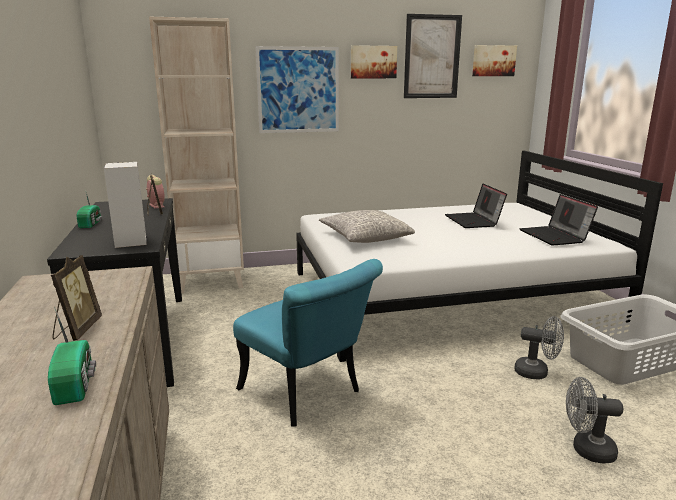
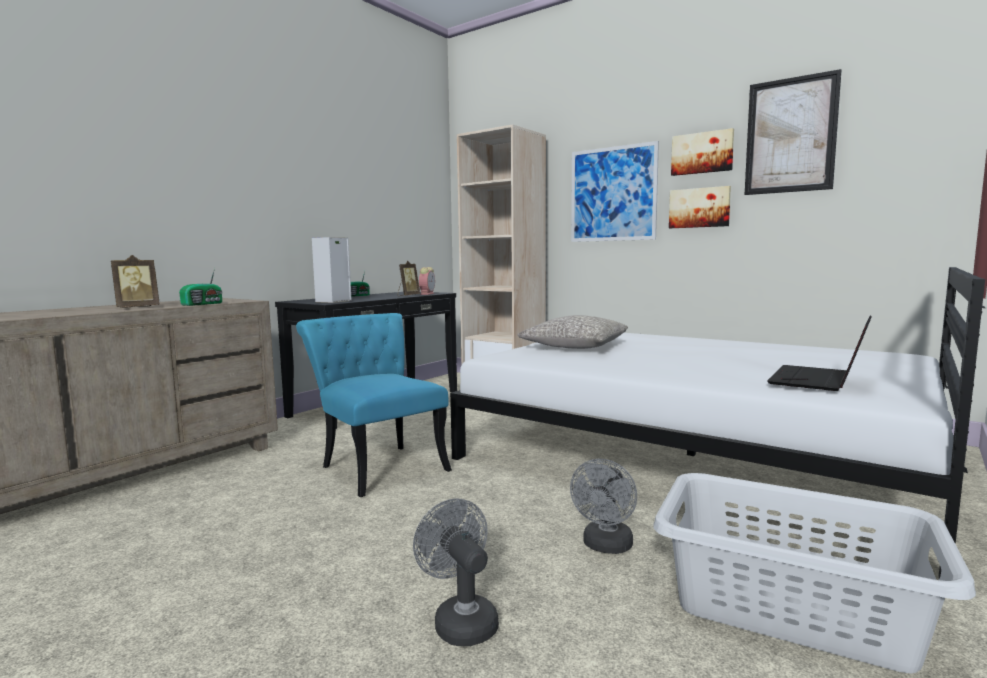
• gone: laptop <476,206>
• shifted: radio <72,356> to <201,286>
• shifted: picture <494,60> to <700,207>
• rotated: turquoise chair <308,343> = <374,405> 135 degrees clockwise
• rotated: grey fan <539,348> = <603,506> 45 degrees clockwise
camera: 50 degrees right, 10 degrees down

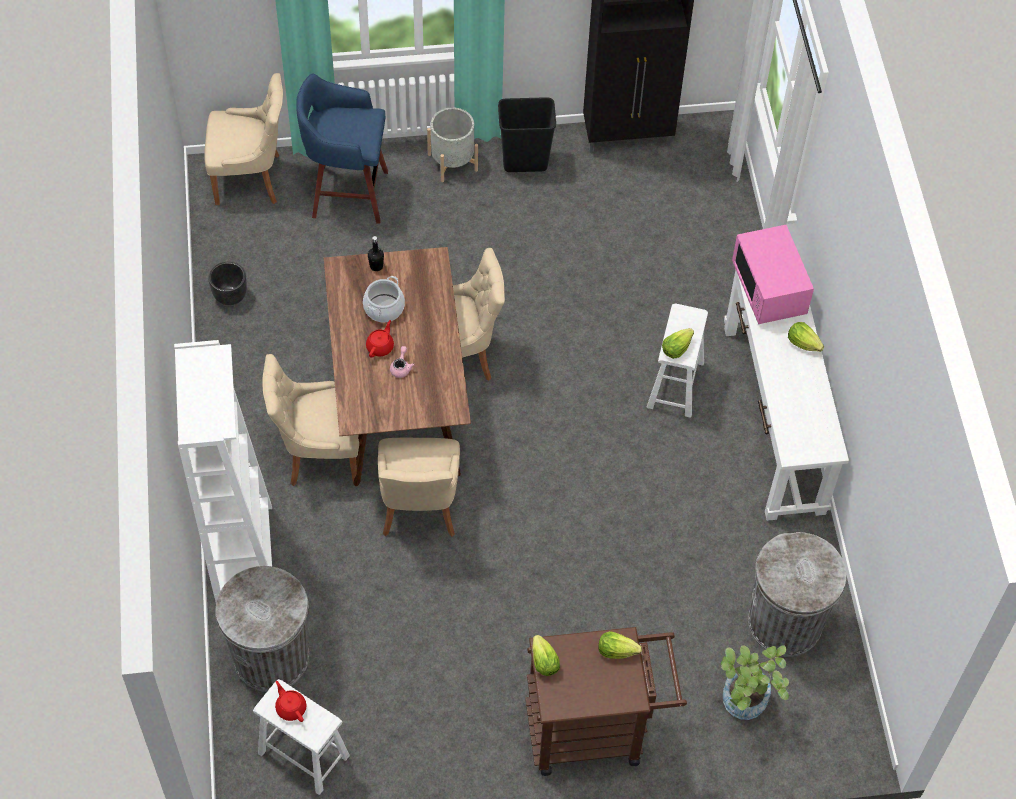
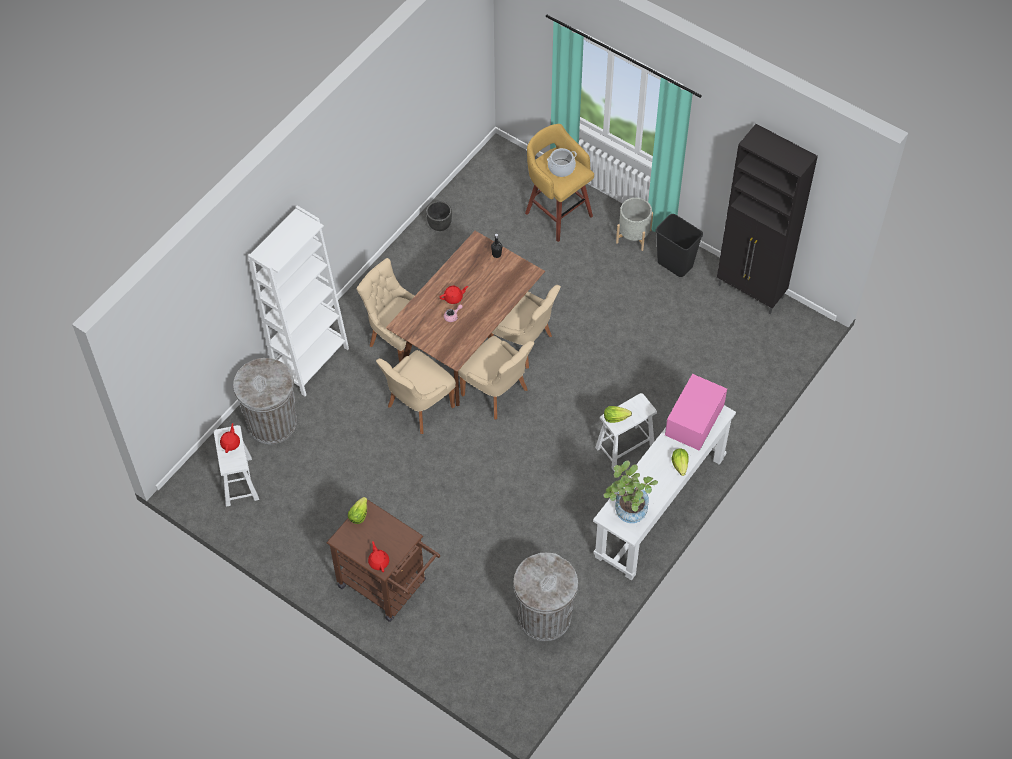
• gone: lettuce <620,645>
• new: red teapot <378,556>
• shifted: beige chair <243,139> to <496,377>
• shifted: cooking pot <384,299> to <562,162>
• shifted: potted plant <755,682> to <631,492>
• repainted: blue stool <342,148> to yellow stool <559,183>
camera: 45 degrees right, 0 degrees up

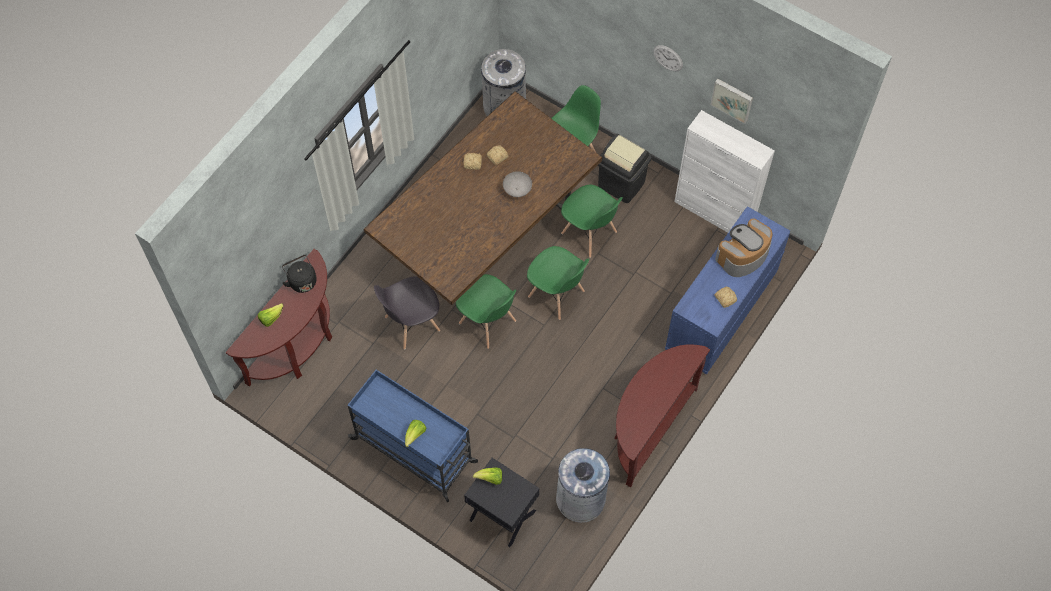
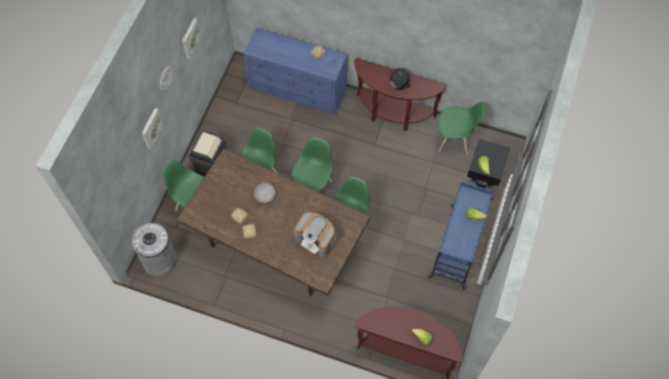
• gone: grey chair <407,313>
• gone: white cabinet <724,171>
• new: picture <153,128>
• shifted: black kettle <299,274> to <398,79>
• shifted: coffee machine <744,248> to <315,235>
• swapped: grey trash can <583,485> to green chair <461,128>
camera: 105 degrees left, 0 degrees up

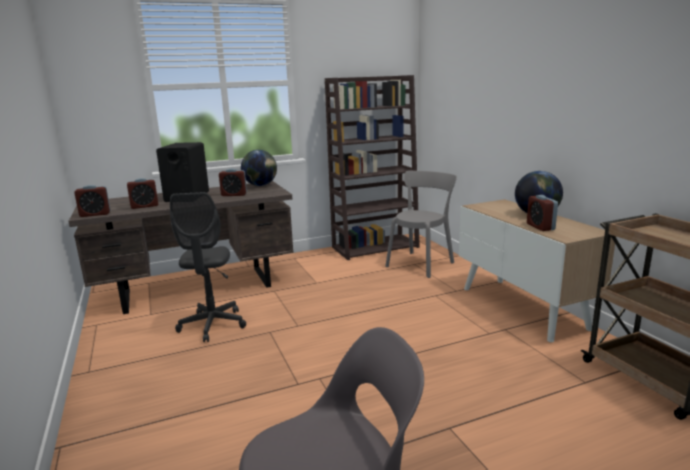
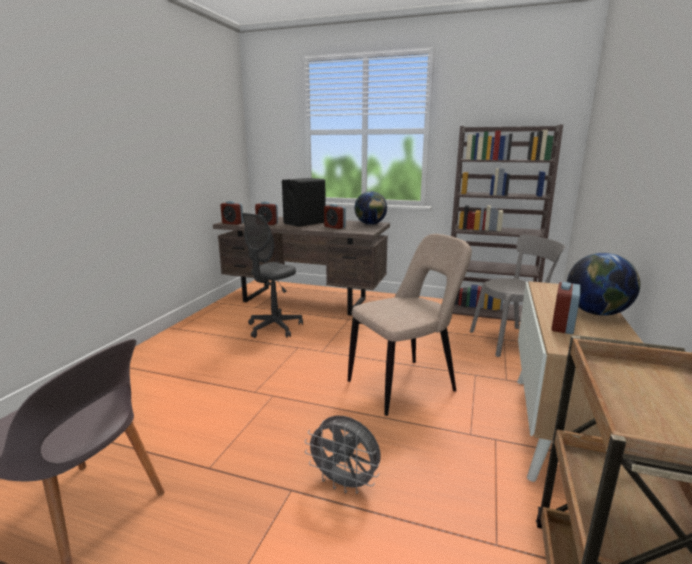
• new: grey fan <342,455>
• new: beige chair <410,325>
camera: 40 degrees right, 0 degrees up

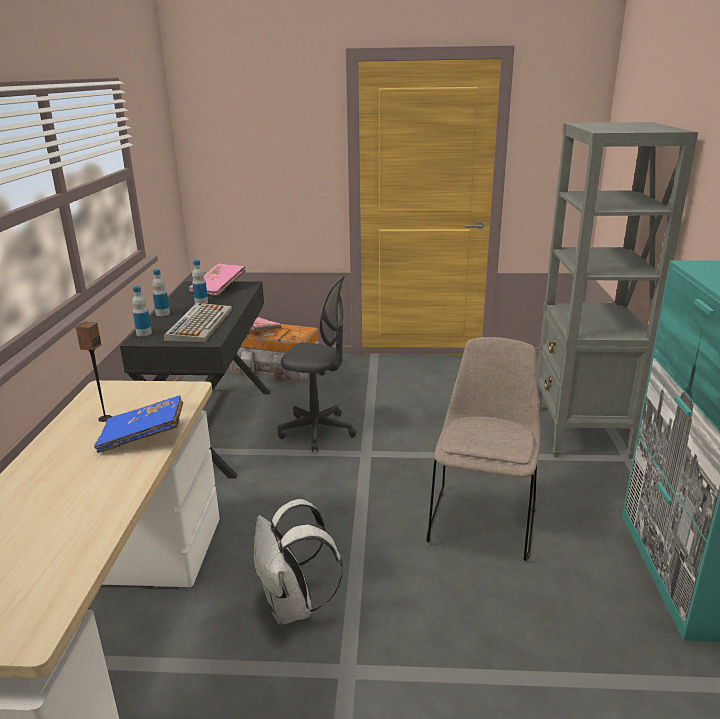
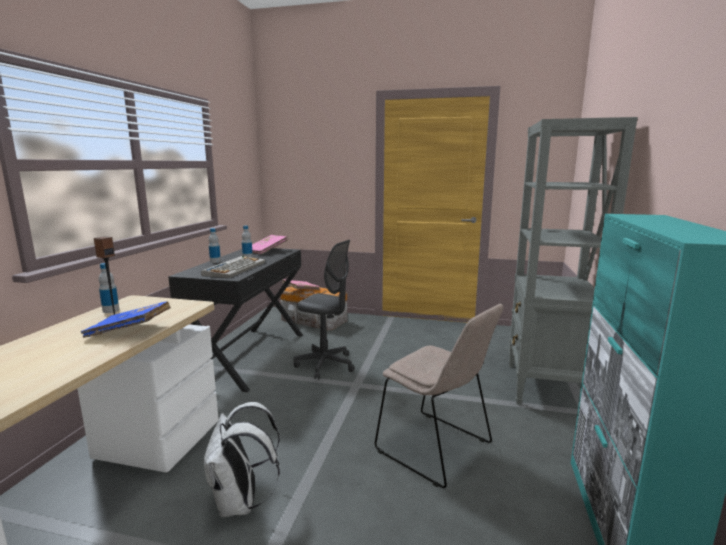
• shifted: bottle <142,311> to <109,288>
• rotated: beige chair <483,449> = <439,396> 105 degrees clockwise
camera: 10 degrees right, 10 degrees down

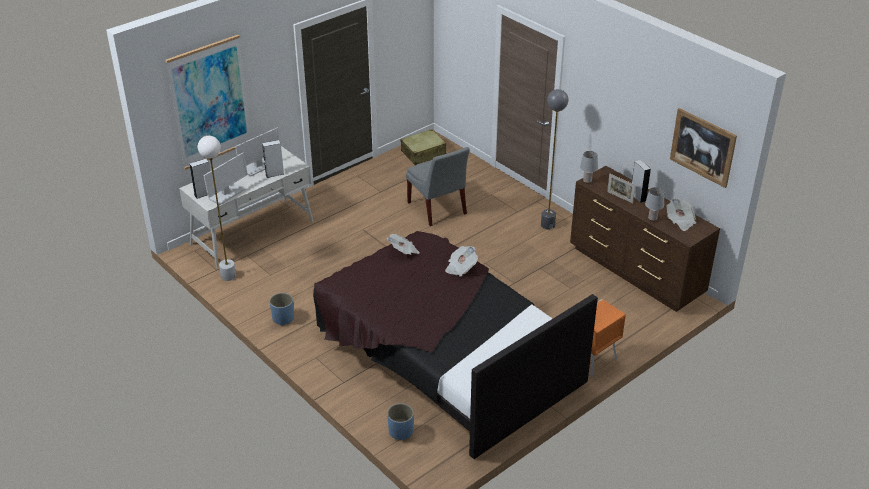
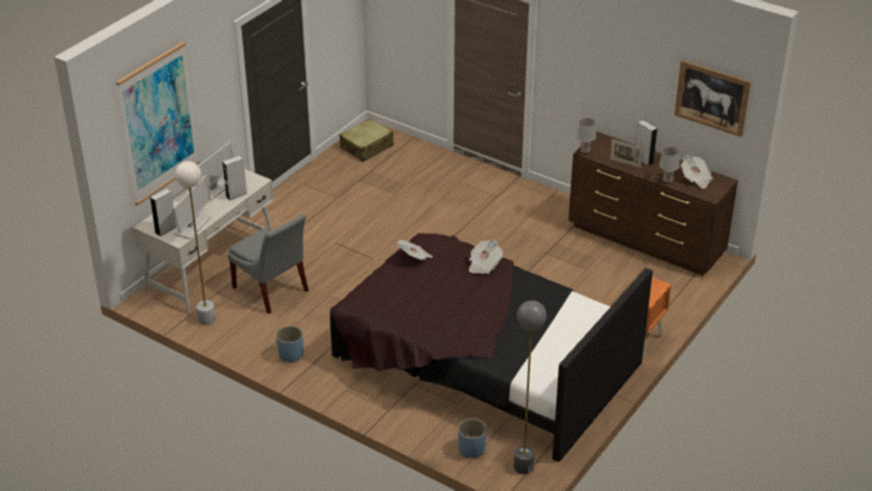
• shifted: grey chair <438,186> to <268,264>
• shifted: grey floor lamp <555,159> to <530,387>
camera: 15 degrees left, 0 degrees up

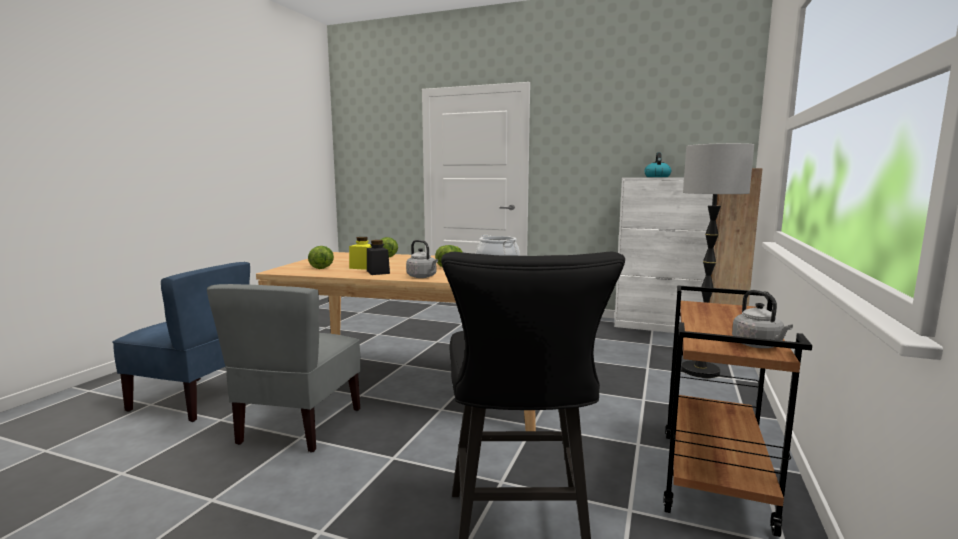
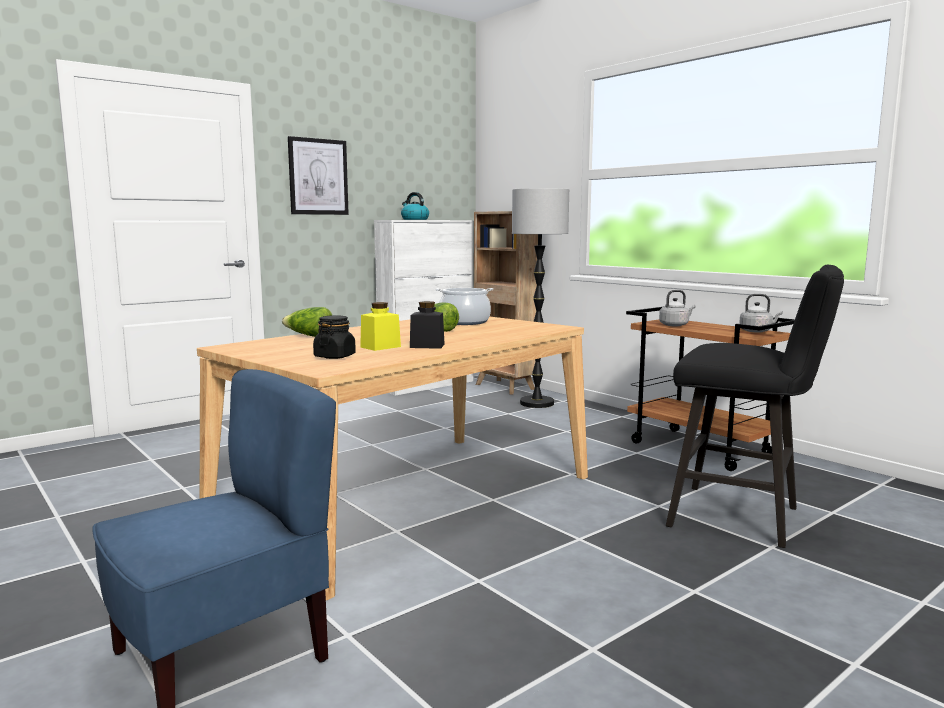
• gone: grey chair <284,368>
• new: picture <318,175>
• shifted: grey kettle <422,259> to <677,308>
• swapped: lettuce <321,257> to black jar <334,337>
camera: 60 degrees left, 0 degrees up

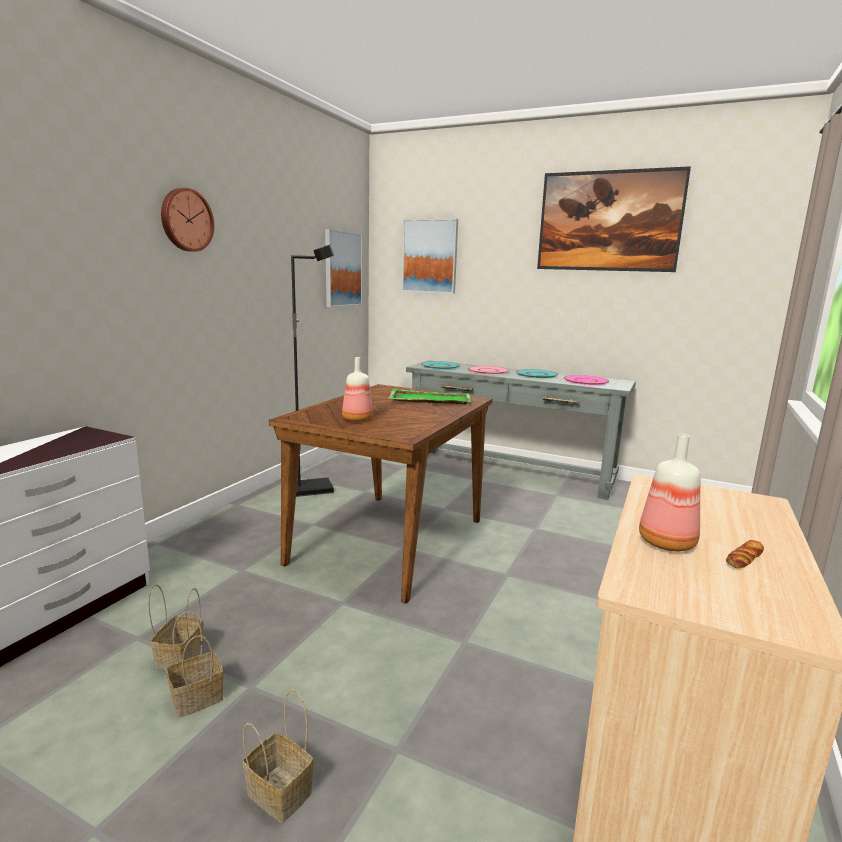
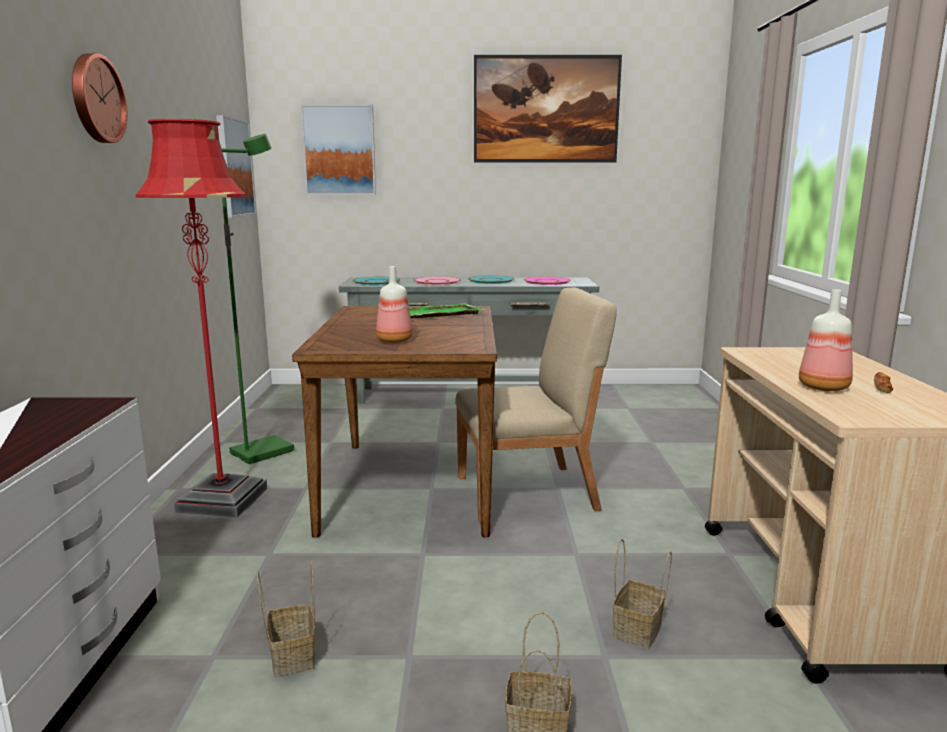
• new: red floor lamp <201,318>
• new: beige chair <536,405>
• shifted: basket <194,665> to <642,594>
• repainted: black floor lamp <313,370> to green floor lamp <257,299>
camera: 25 degrees left, 0 degrees up

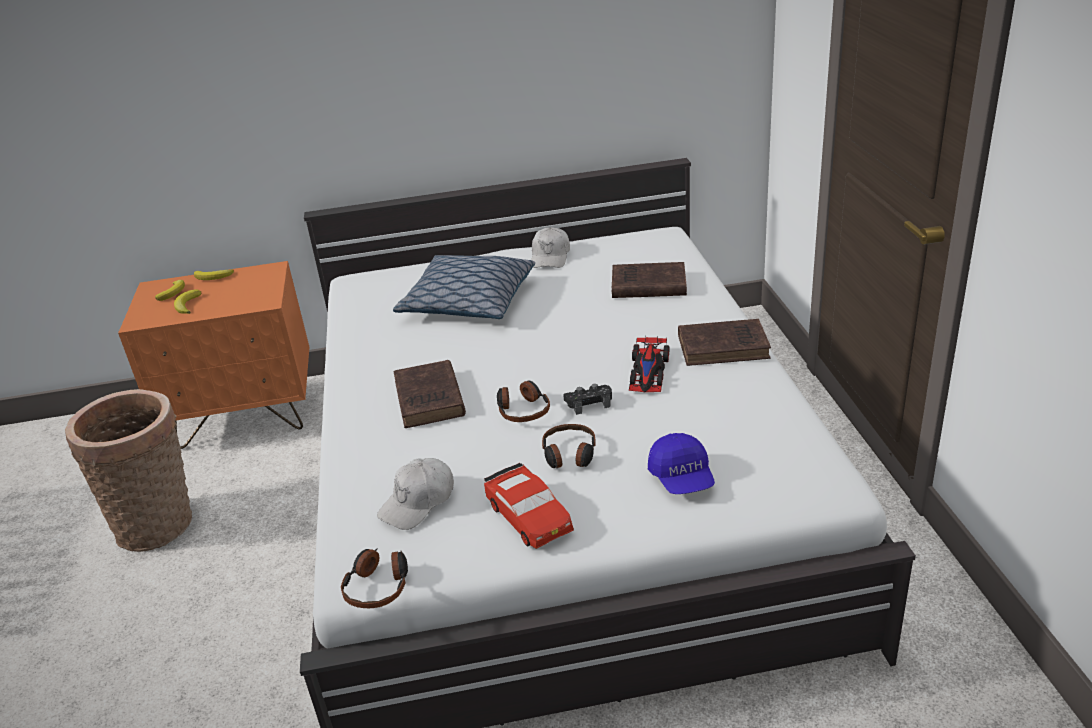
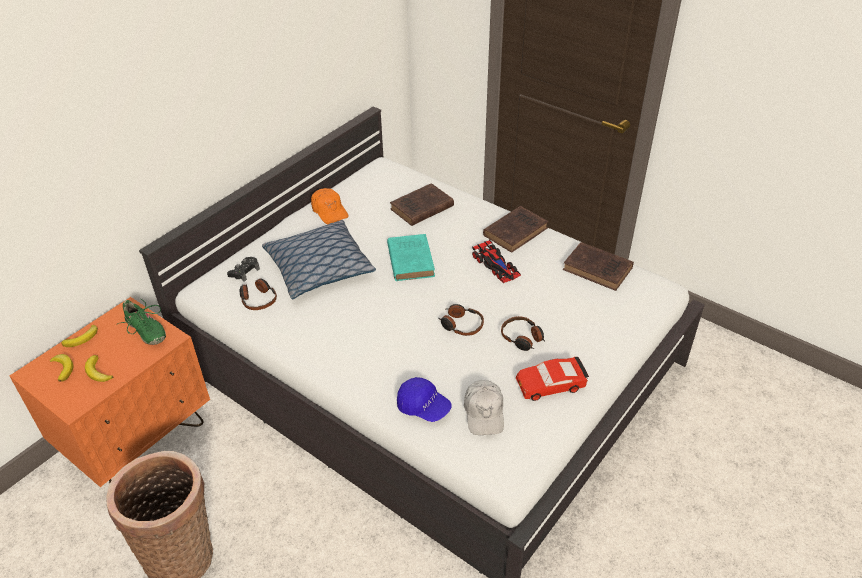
• new: green shoe <141,321>
• new: turquoise book <411,257>
• shifted: headphones <374,578> to <258,294>
• shifted: brown book <429,394> to <598,266>
• shifted: black game controller <587,399> to <243,269>
• shifted: blue cap <681,463> to <424,399>
• repainted: white cap <550,247> to orange cap <330,206>
• rotated: red toy car <529,506> = <552,379> 150 degrees clockwise
camera: 45 degrees left, 10 degrees up

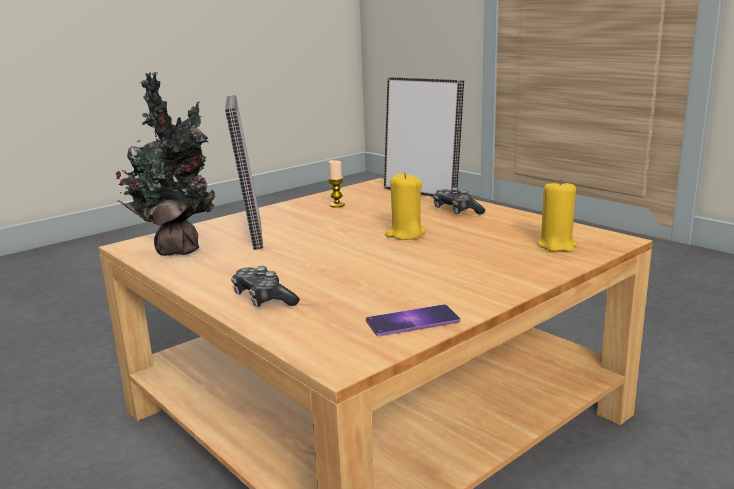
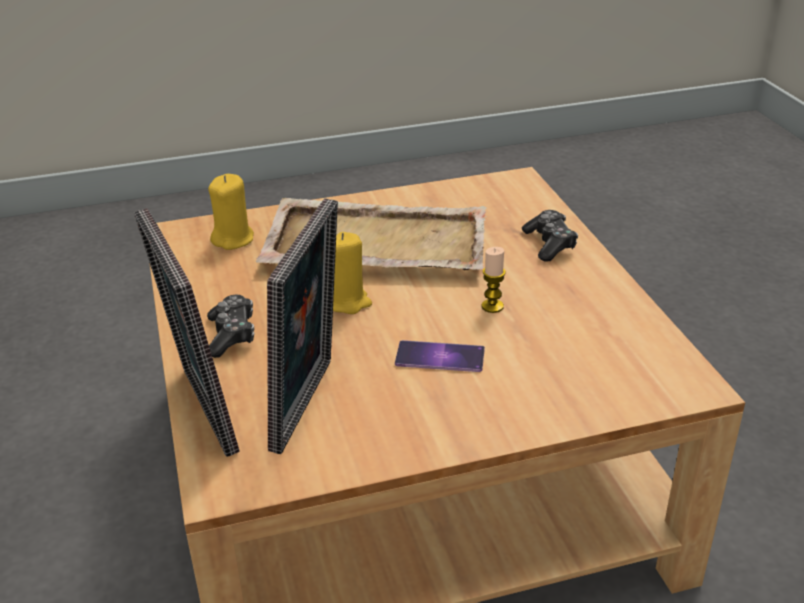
• gone: potted plant <165,164>
• new: beige tray <371,234>
• shifted: picture frame <244,172> to <302,326>
• shifted: candle <336,184> to <493,280>
• shifted: phone <413,320> to <440,356>
camera: 155 degrees left, 15 degrees up

